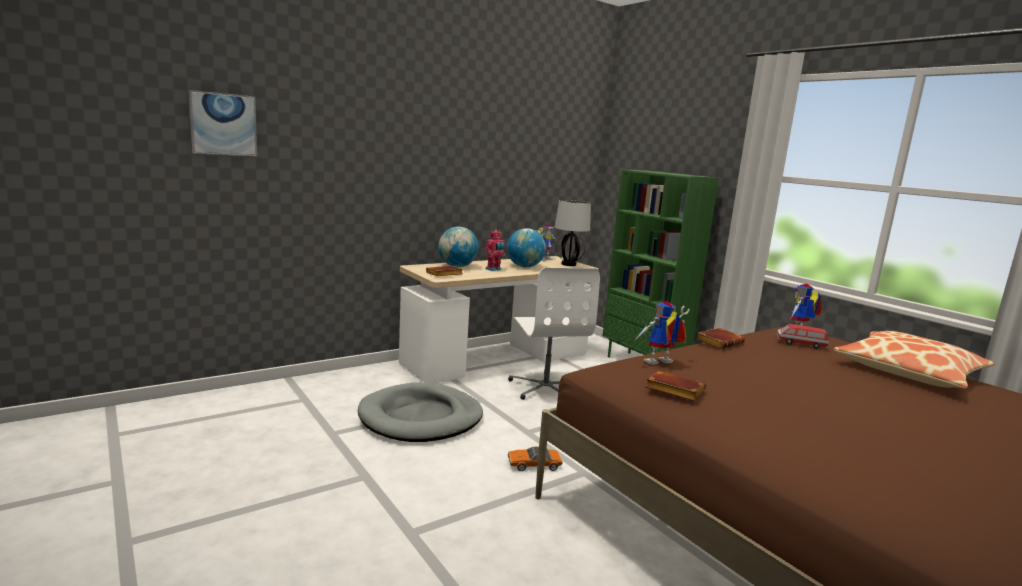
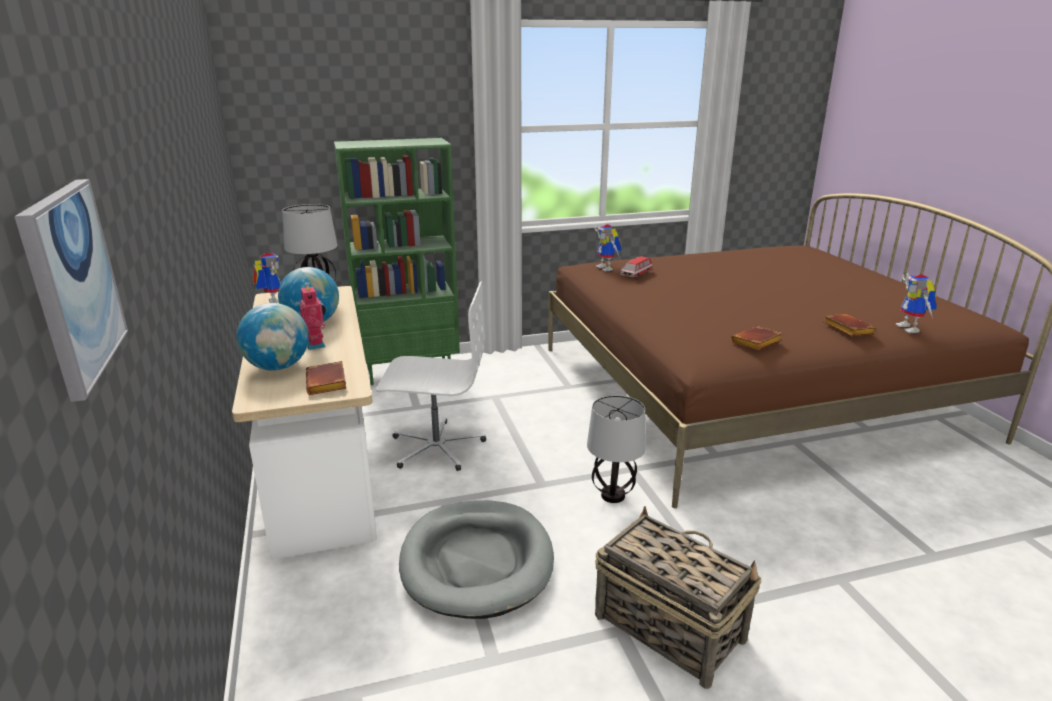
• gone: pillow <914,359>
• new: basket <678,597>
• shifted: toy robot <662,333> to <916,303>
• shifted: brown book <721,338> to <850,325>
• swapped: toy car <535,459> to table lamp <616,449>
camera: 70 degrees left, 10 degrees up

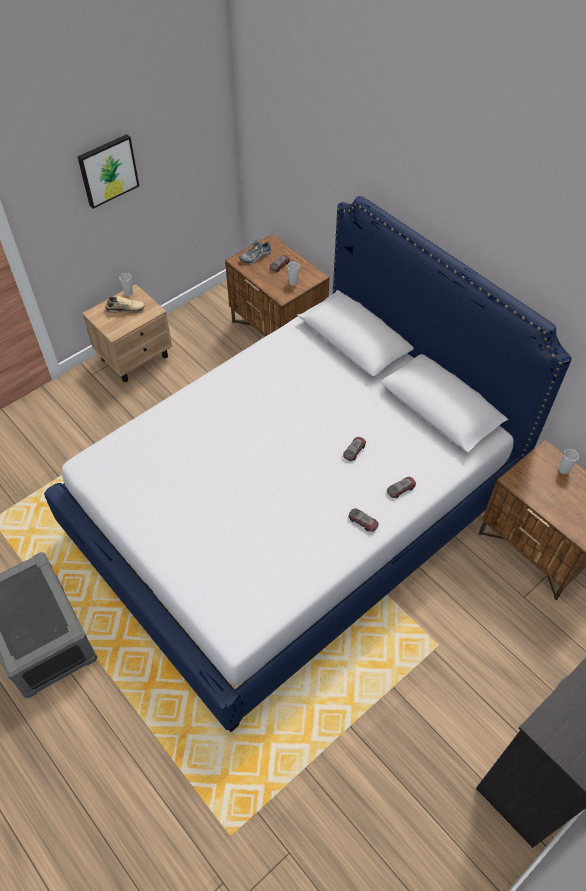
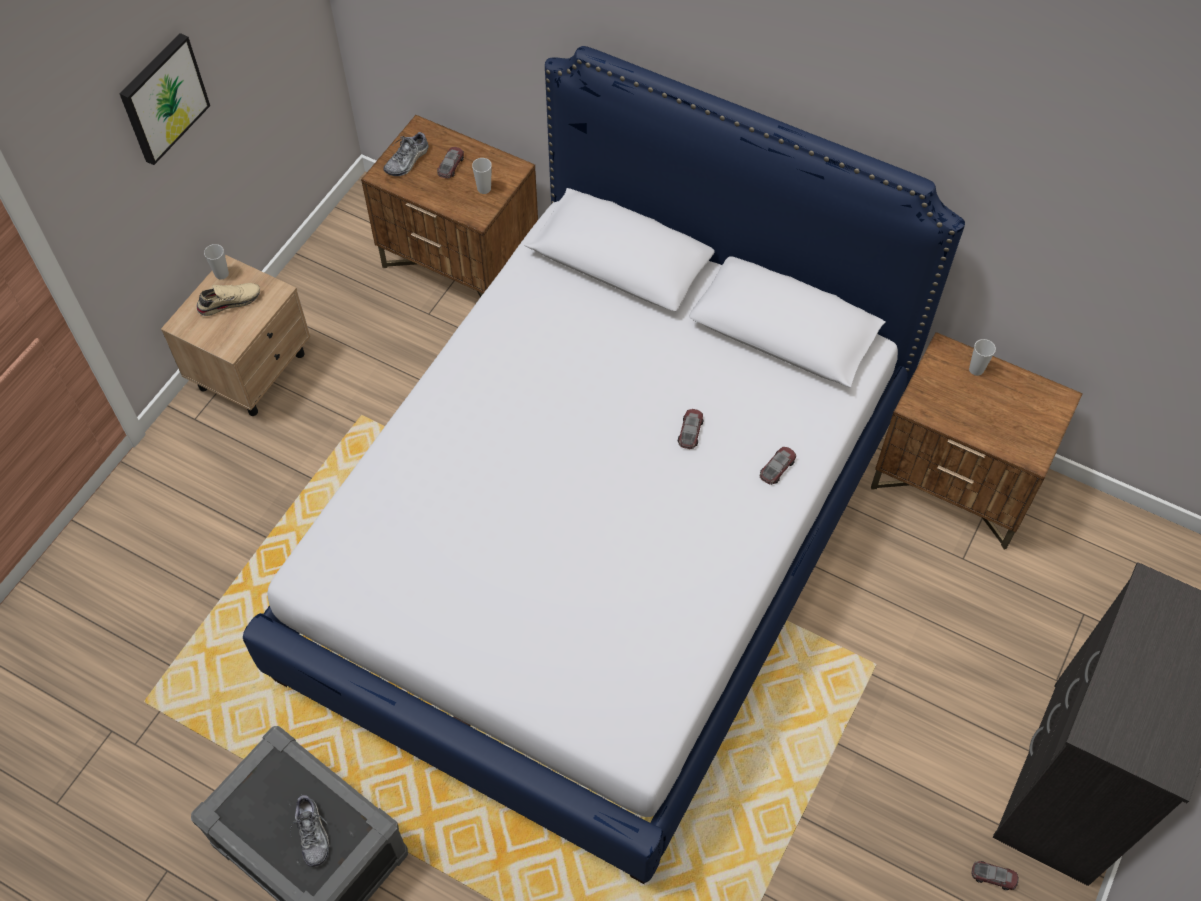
• new: shoe <309,830>
• shifted: toy car <363,520> to <995,875>
camera: 20 degrees left, 5 degrees up

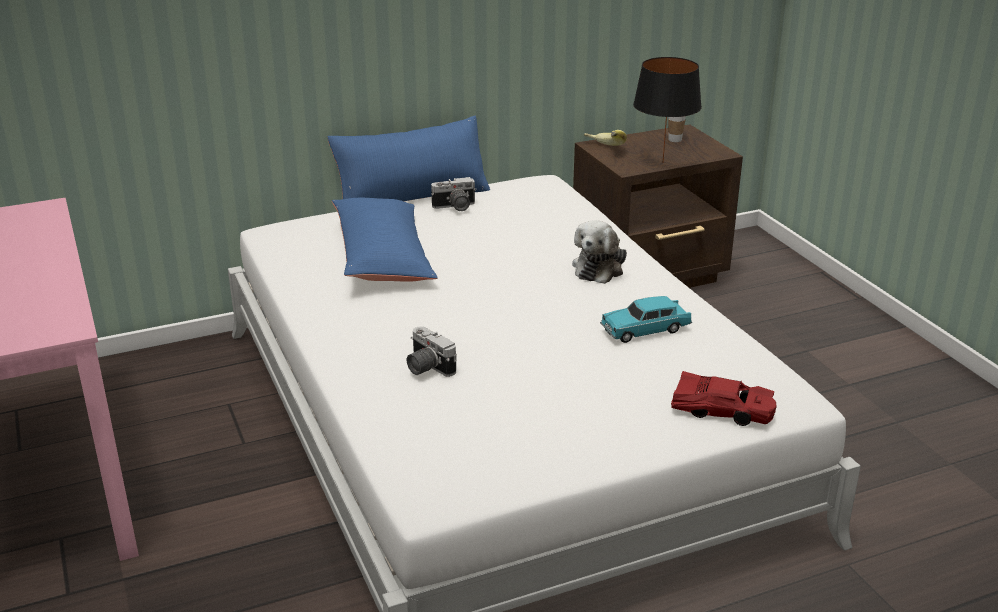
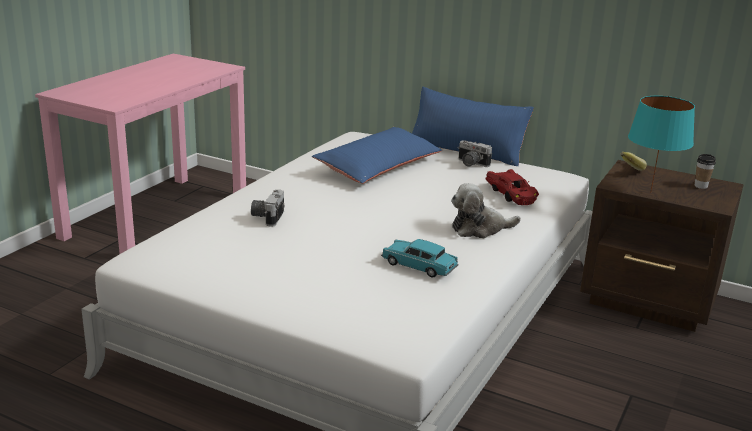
• shifted: red toy car <724,398> to <512,187>
• repainted: black table lamp <667,109> to turquoise table lamp <661,144>
camera: 50 degrees right, 5 degrees down

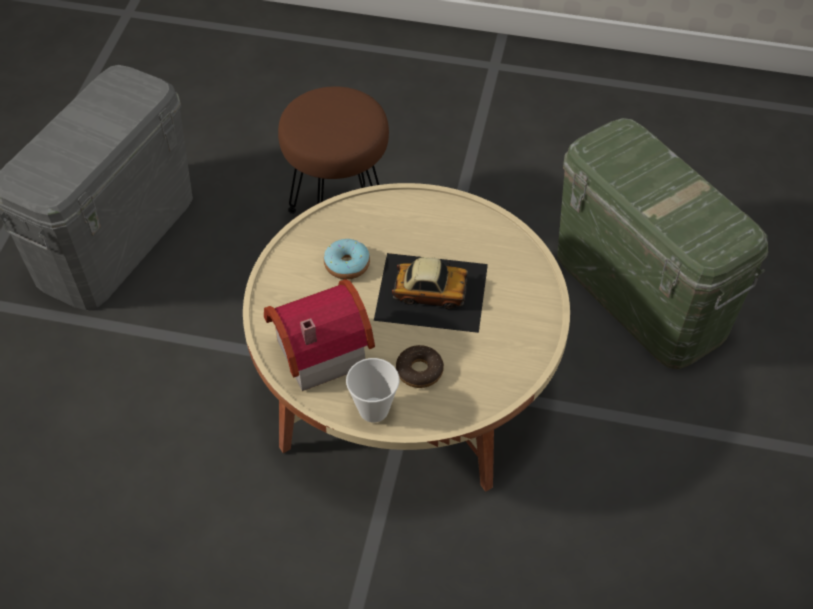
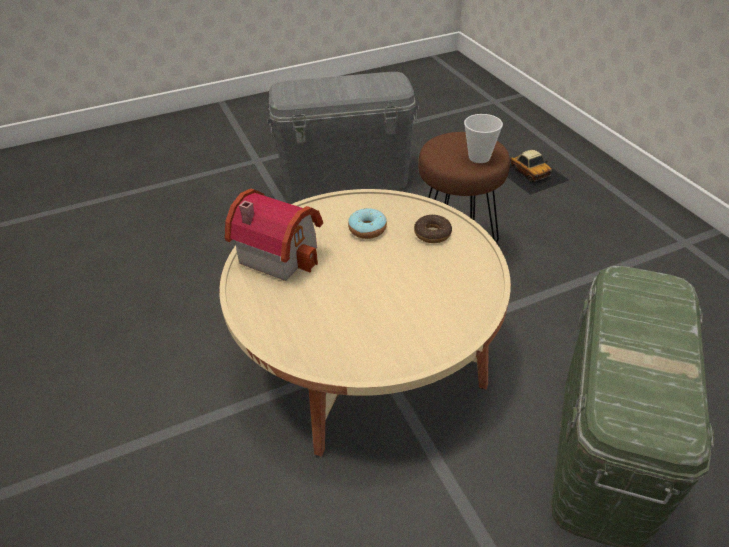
• shifted: cup <372,390> to <483,138>
• shifted: toy car <431,293> to <538,172>
• shifted: donut <420,366> to <433,229>
camera: 55 degrees right, 10 degrees down

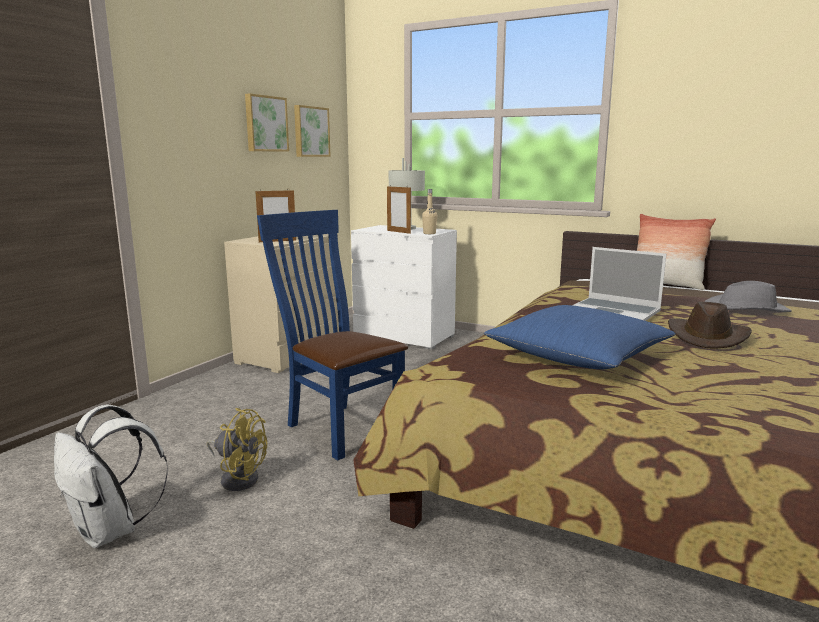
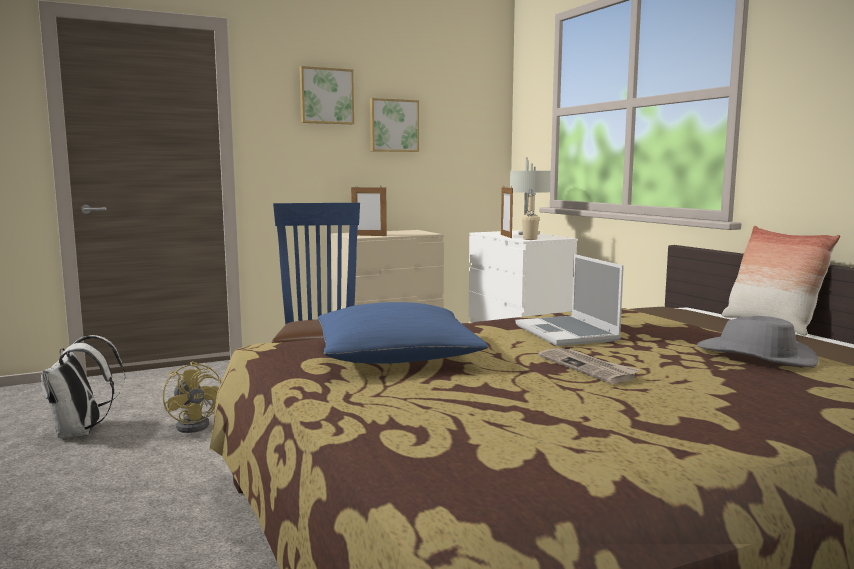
• shifted: picture <312,131> to <326,95>
• swapped: brown hat <710,325> to newspaper <589,366>
camera: 35 degrees right, 5 degrees down

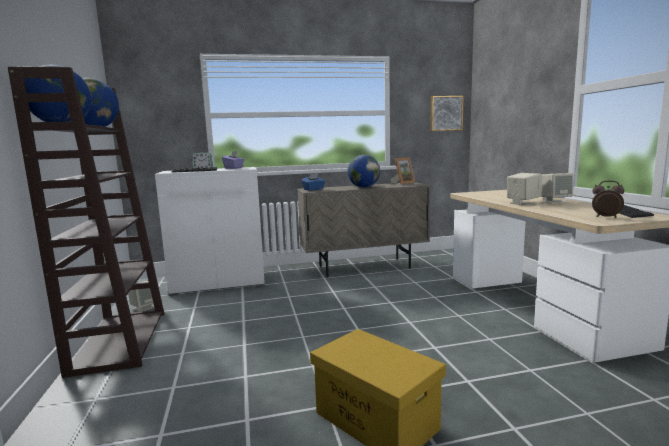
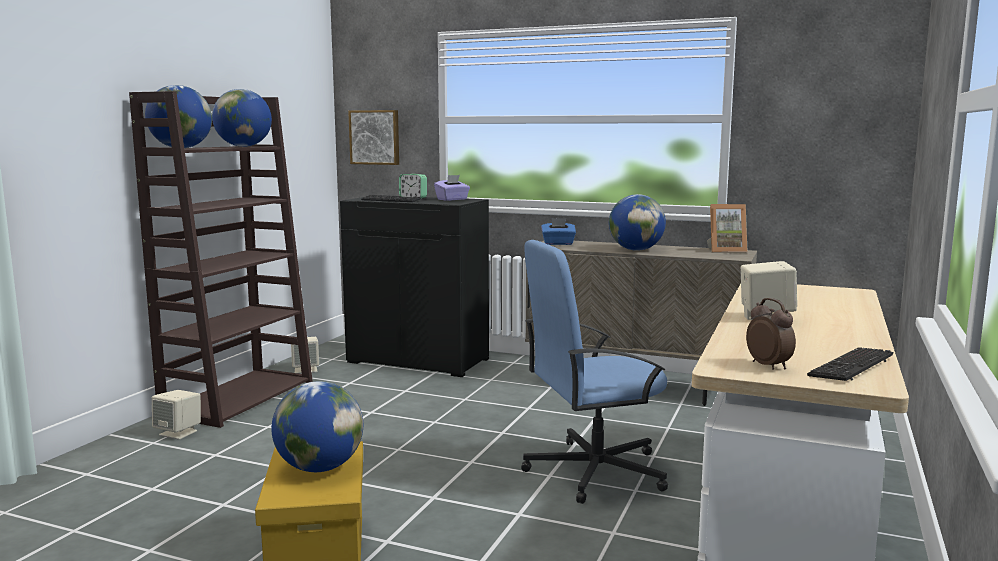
• new: globe <317,426>
• new: blue office chair <594,372>
• shifted: picture <447,113> to <373,137>
• shifted: beige speaker <557,188> to <176,415>
• repainted: white cabinet <210,231> to black cabinet <414,287>
camera: 35 degrees right, 0 degrees up

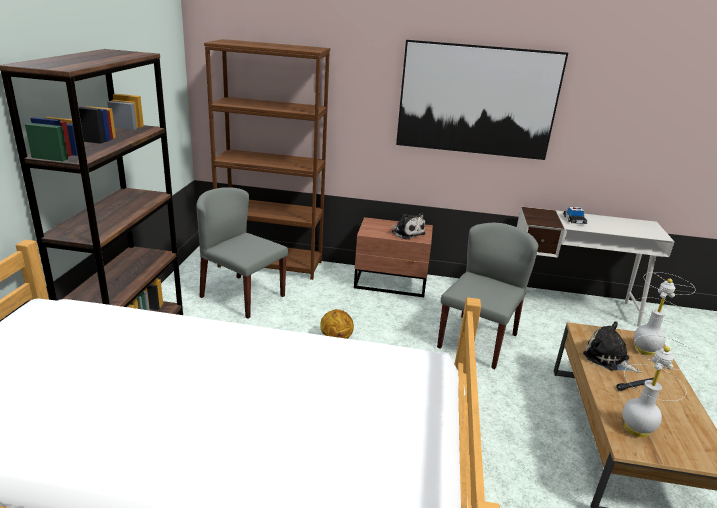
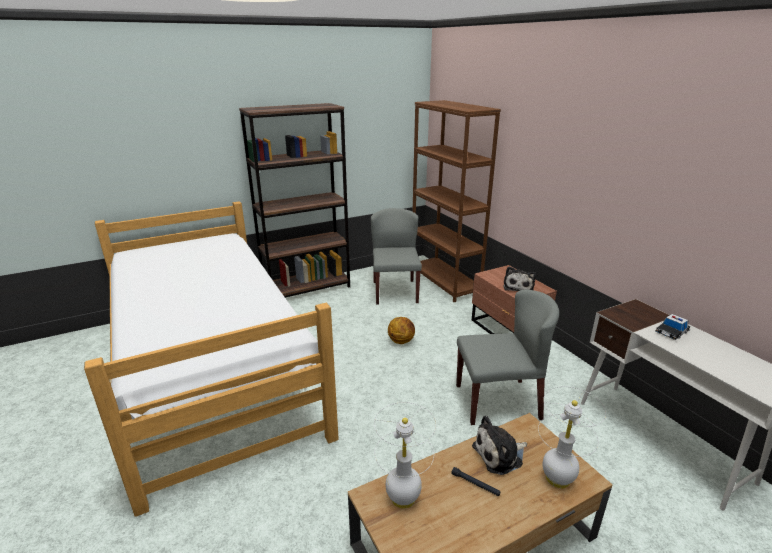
• gone: picture <482,100>
• rotated: plush toy <612,347> = <499,445> 120 degrees counterclockwise
camera: 55 degrees right, 0 degrees up

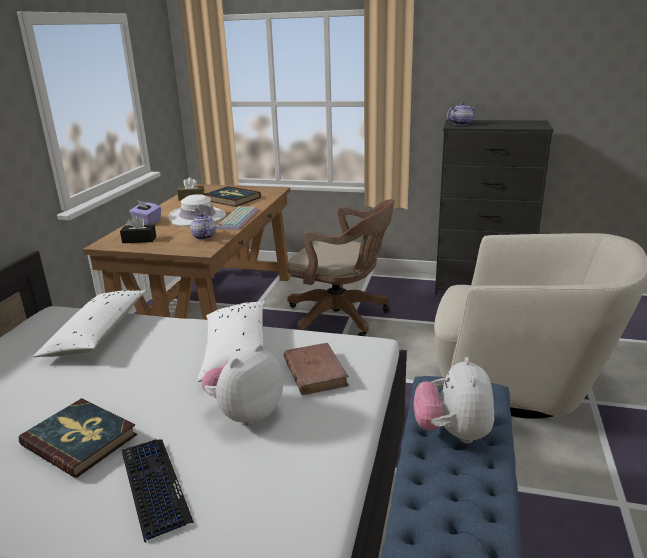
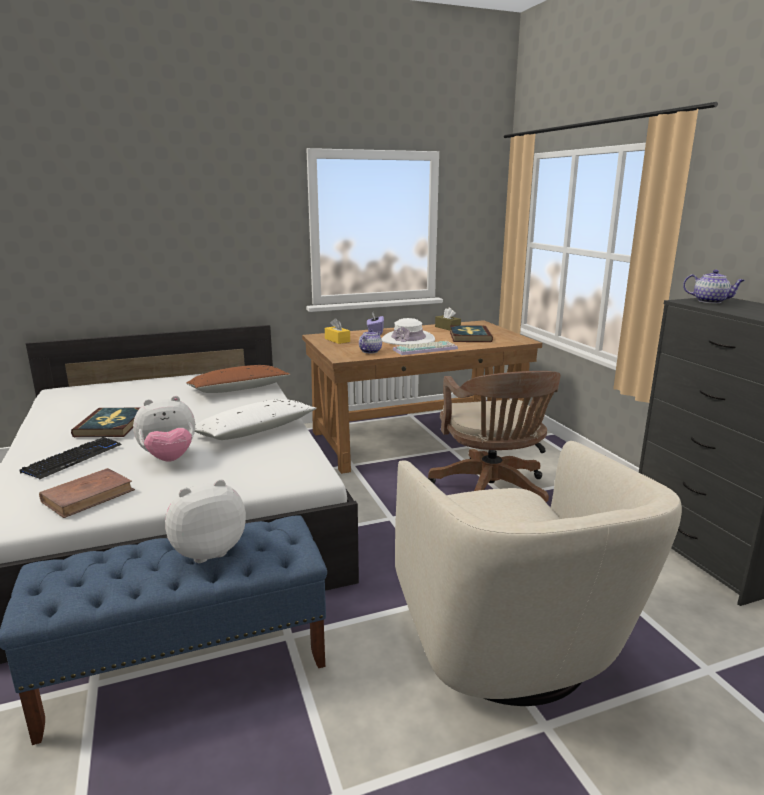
• shifted: brown book <316,369> to <87,493>
• repainted: white pillow <89,323> to brown pillow <238,379>
• repainted: black tissue box <138,229> to yellow tissue box <337,331>
• rotated: plush toy <242,385> = <164,428> 150 degrees clockwise
camera: 55 degrees right, 5 degrees down

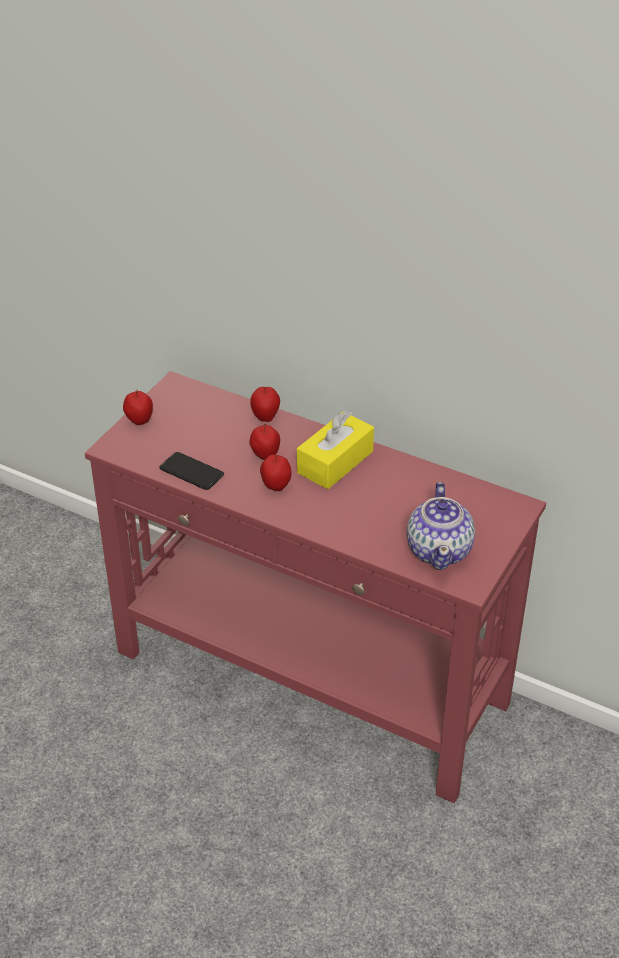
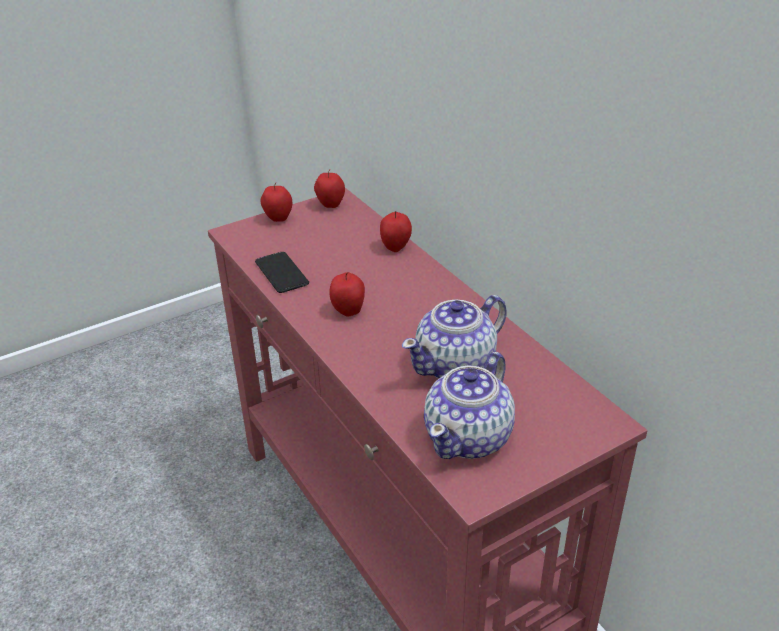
• gone: yellow tissue box <335,449>
• new: teapot <454,337>
• shifted: apple <265,442> to <329,189>
camera: 30 degrees right, 5 degrees down

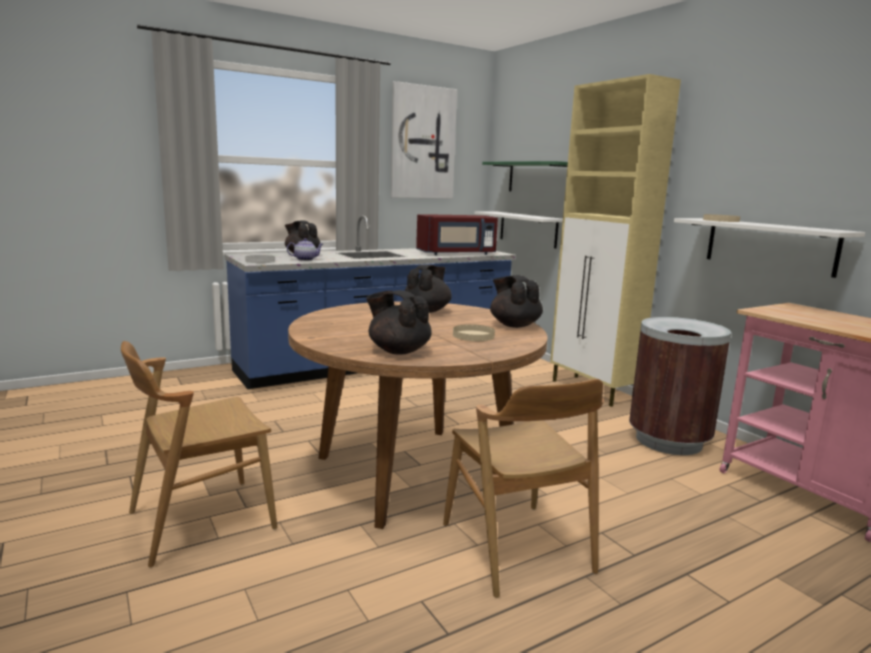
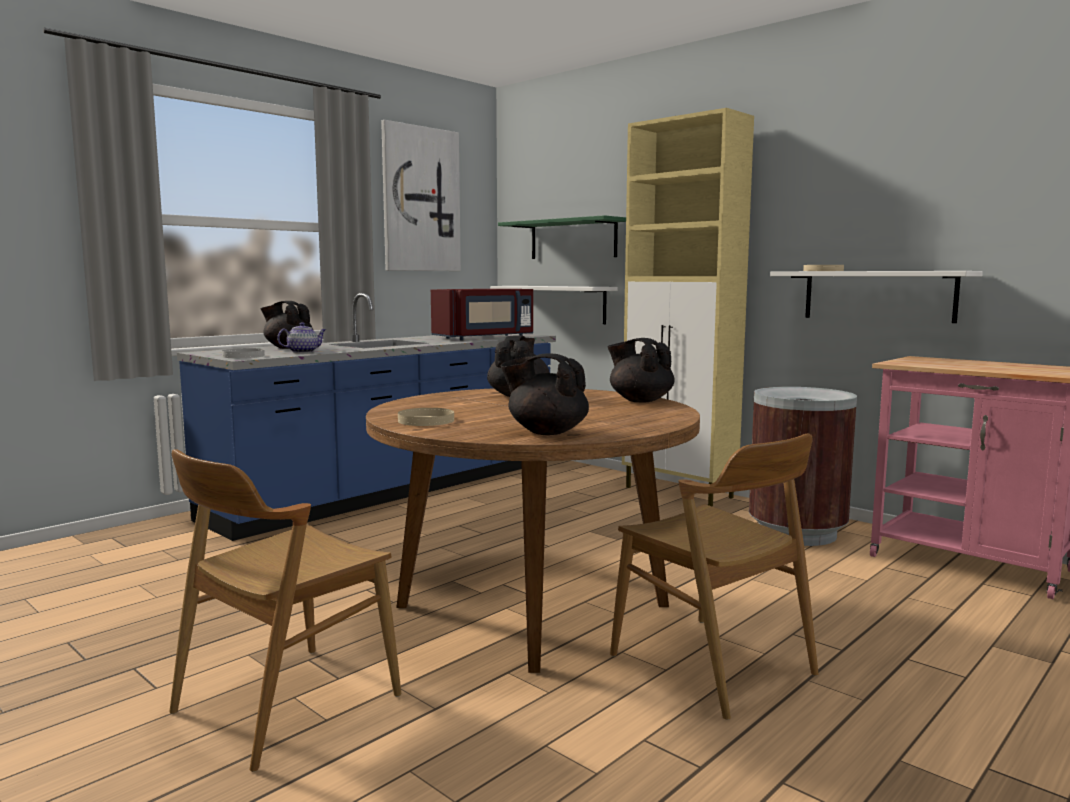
• shifted: beige plate <474,332> to <426,417>
camera: 15 degrees left, 5 degrees down

